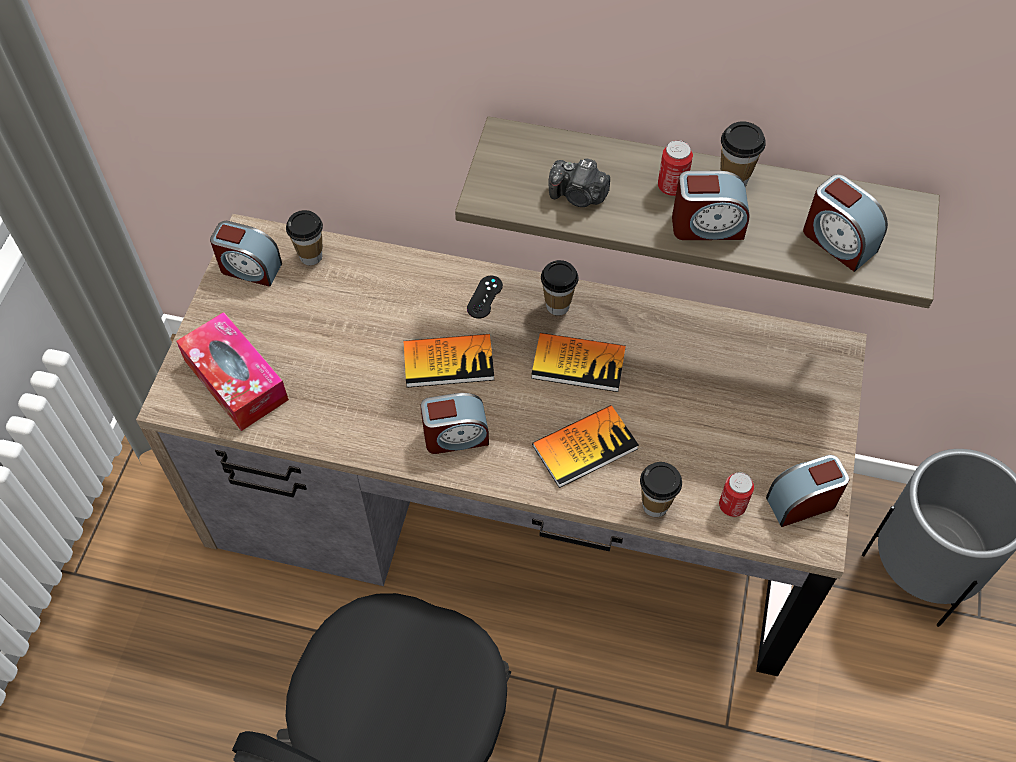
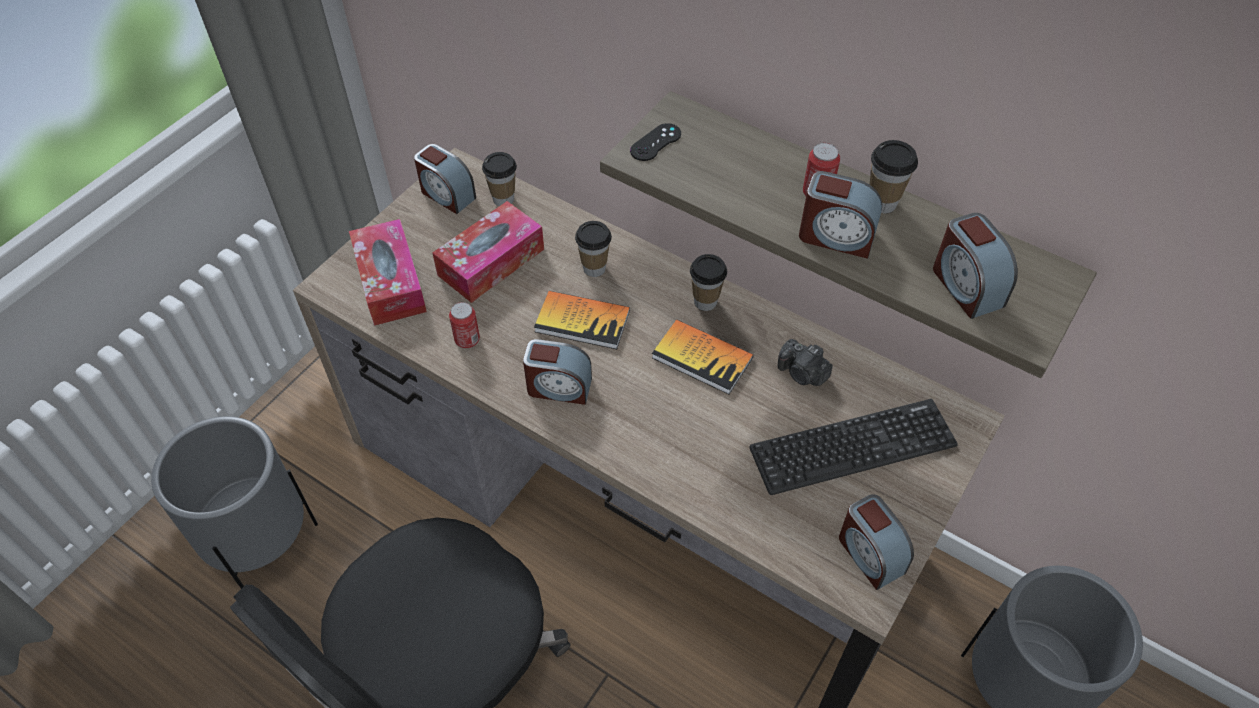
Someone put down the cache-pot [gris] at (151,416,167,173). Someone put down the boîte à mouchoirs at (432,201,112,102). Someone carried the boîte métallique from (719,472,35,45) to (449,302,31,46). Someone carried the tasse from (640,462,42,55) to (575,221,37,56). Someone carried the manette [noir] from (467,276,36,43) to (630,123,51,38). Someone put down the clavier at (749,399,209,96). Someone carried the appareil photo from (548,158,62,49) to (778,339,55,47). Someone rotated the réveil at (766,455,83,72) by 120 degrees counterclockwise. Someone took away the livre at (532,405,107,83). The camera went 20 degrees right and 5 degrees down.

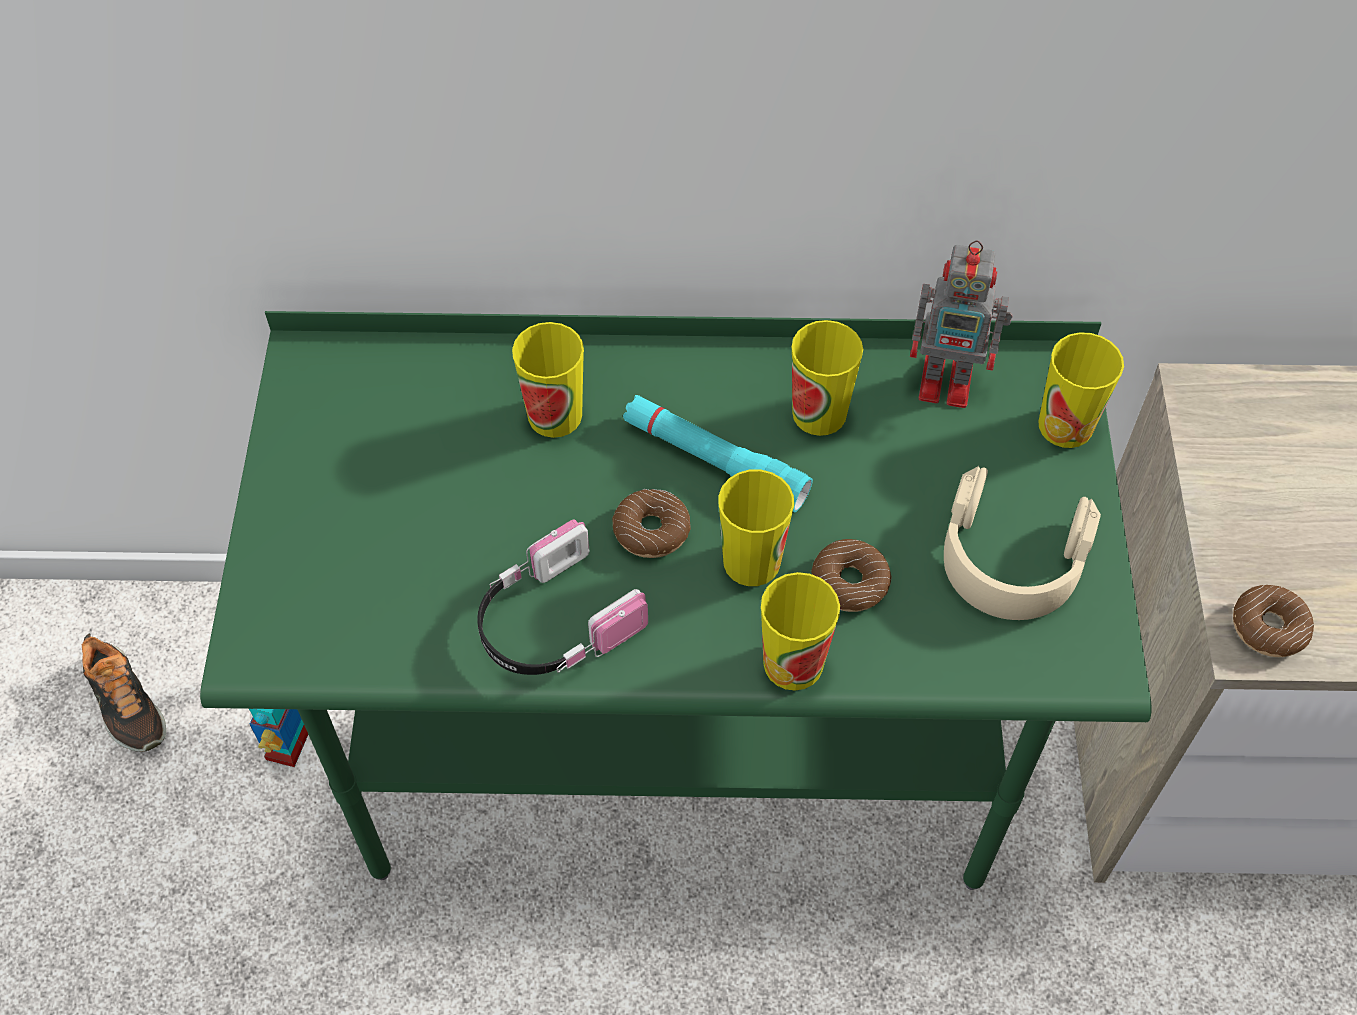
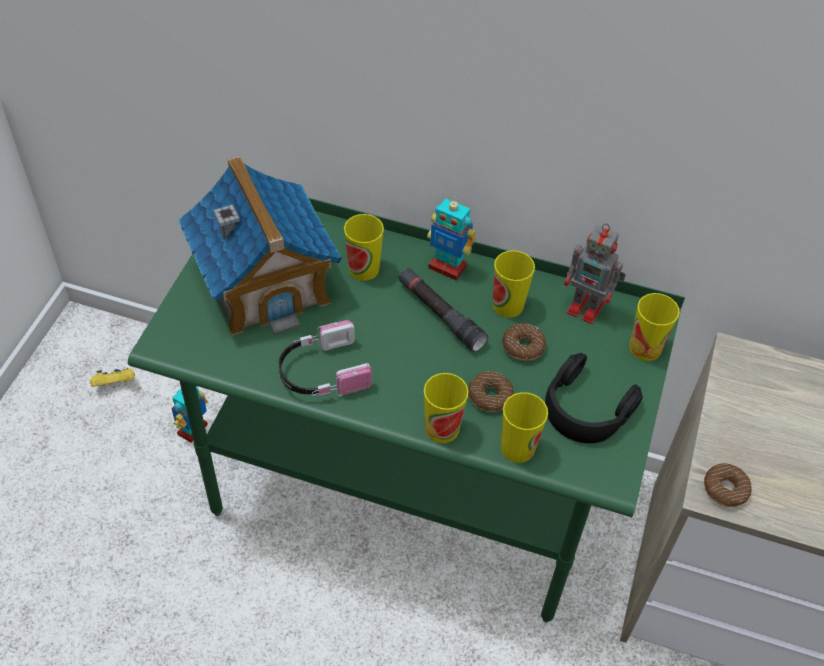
Someone swapped the chaussure at (82,633,84,119) for the manette [jaune] at (90,368,45,19). Someone put down the maison miniature at (178,156,164,180). Someone repainted the lampe de poche [turquoise] at (623,395,190,118), which became the lampe de poche [noir] at (398,268,90,84). Someone put down the robot jouet at (427,196,49,85). Someone carried the tasse from (718,470,76,116) to (501,392,47,71). Someone carried the beignet from (612,489,79,69) to (502,323,44,38). Someone repainted the casque audio [beige] at (944,466,157,154), which became the casque audio [noir] at (545,353,98,90). The camera went 15 degrees right and 5 degrees down.

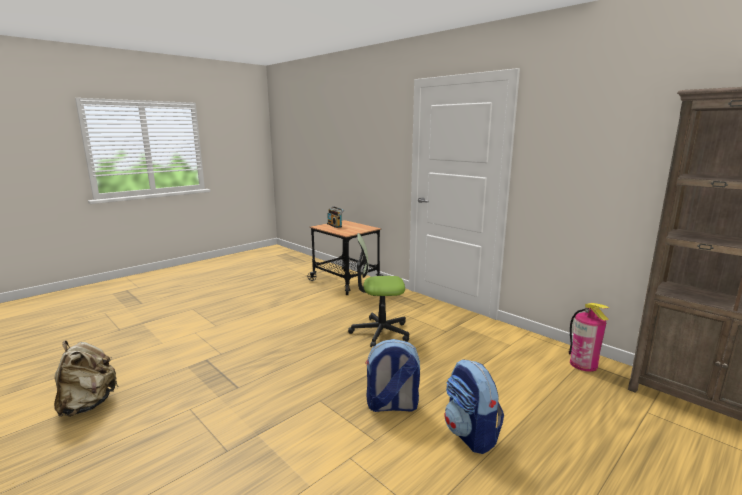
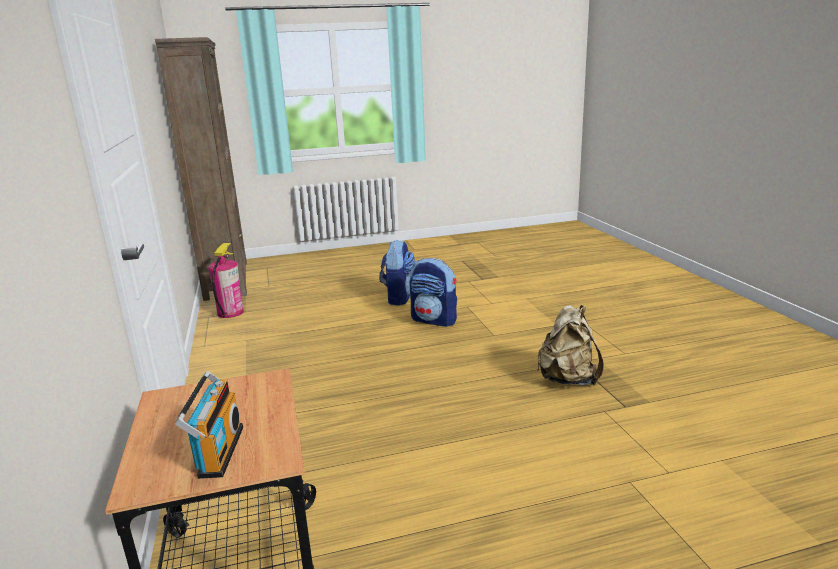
Someone carried the sac à dos [beige] from (54,340,64,77) to (537,305,67,80). Someone took away the chaise de bureau at (348,233,61,114). The camera went 150 degrees left and 5 degrees up.

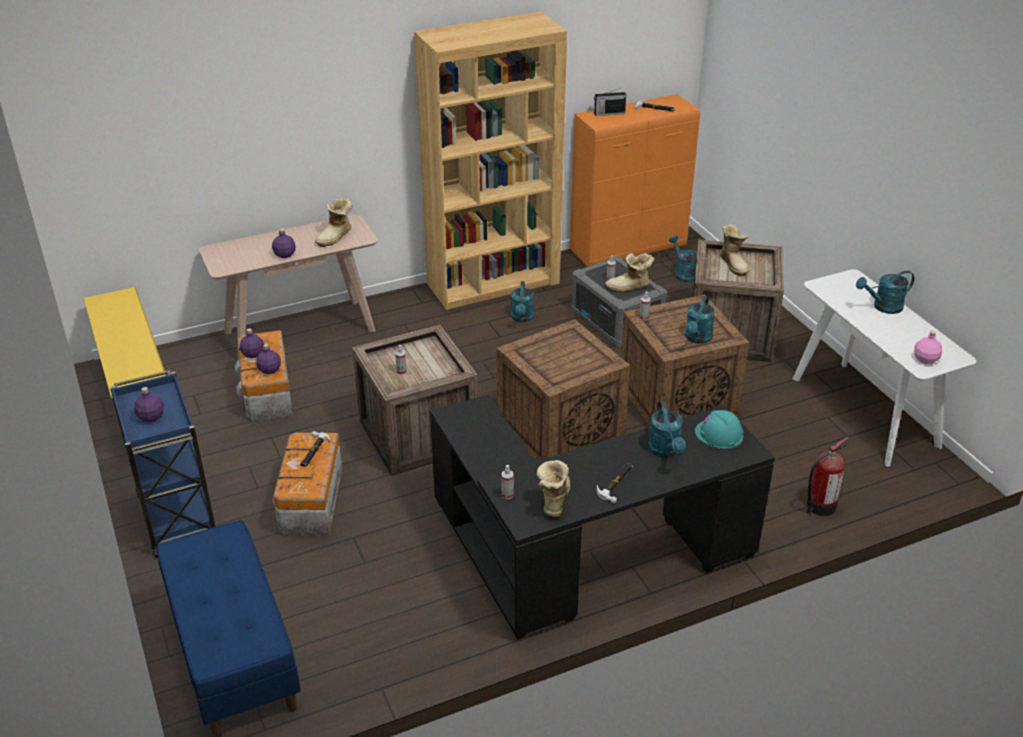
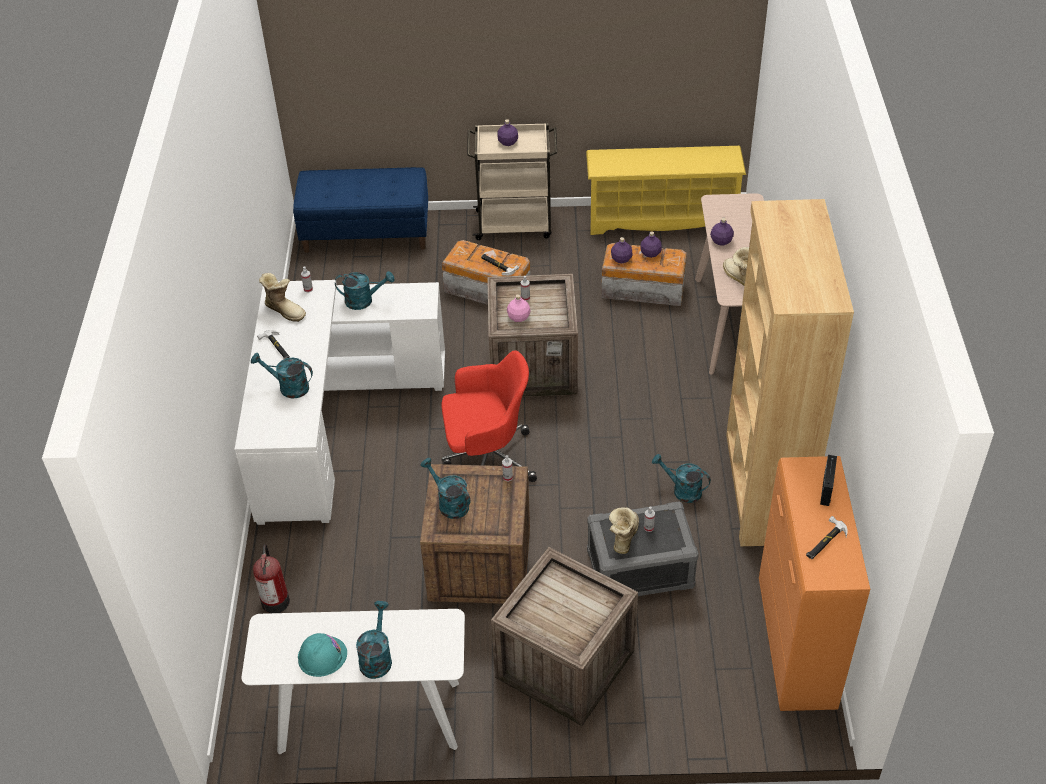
Someone repainted the bureau [noir] at (430,395,345,245), which became the bureau [blanc] at (235,280,210,245). Someone carried the casque de chantier [turquoise] from (695,410,48,39) to (298,633,49,44). Someone carried the arrosoir [turquoise] from (669,236,28,46) to (335,271,60,39). Someone swapped the caisse at (497,319,133,142) for the chaise de bureau [rouge] at (441,351,96,131). Someone repainted the chariot [bleu] at (110,370,106,188), which became the chariot [beige] at (467,123,90,117). Someone carried the bouteille [rose] from (915,331,27,33) to (507,294,24,28). Someone took away the botte at (720,224,30,52). The camera went 115 degrees right and 10 degrees up.

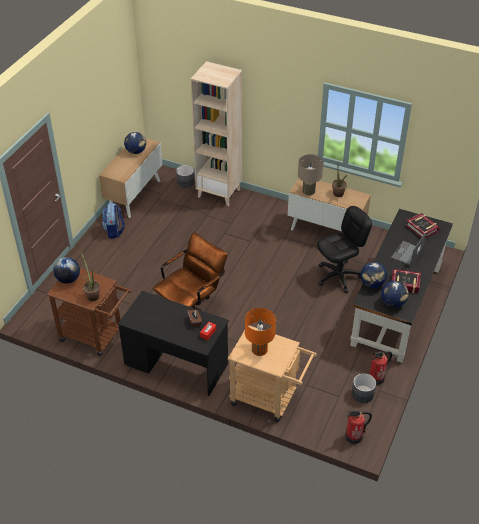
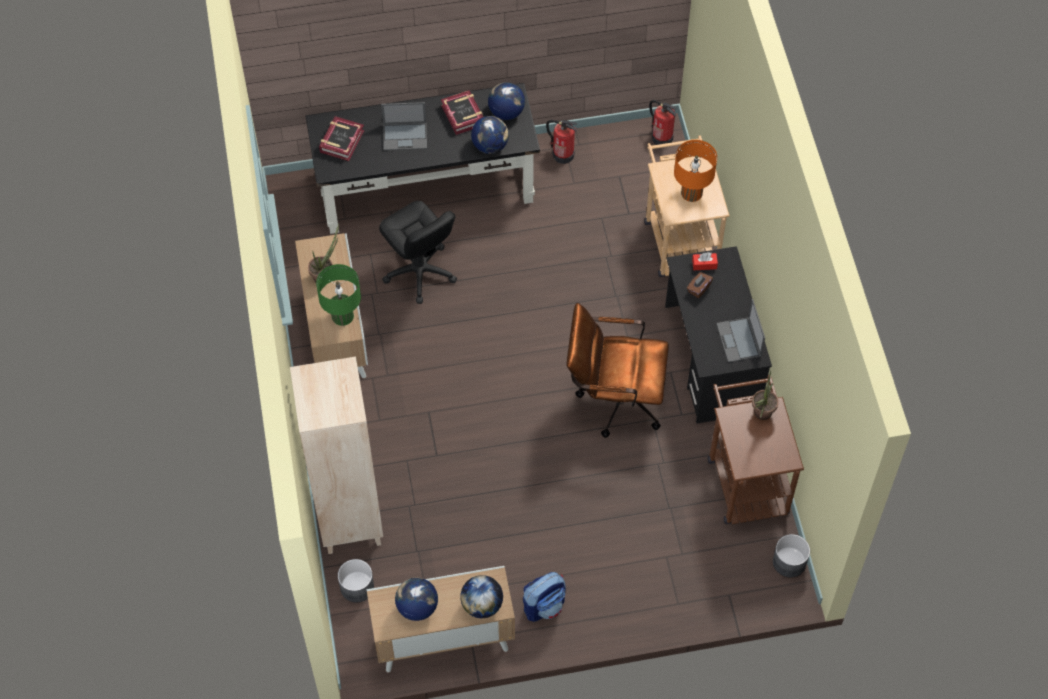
Someone repainted the lampe de table [beige] at (298,154,26,41), which became the lampe de table [vert] at (316,264,45,62). Someone rotated the chaise de bureau [noir] at (317,206,55,87) by 150 degrees counterclockwise. Someone carried the globe from (53,257,27,27) to (460,575,43,43). Someone put down the ordinateur portable at (716,299,49,63). Someone carried the cache-pot [gris] from (352,373,24,30) to (773,534,37,43). The camera went 125 degrees left and 15 degrees up.

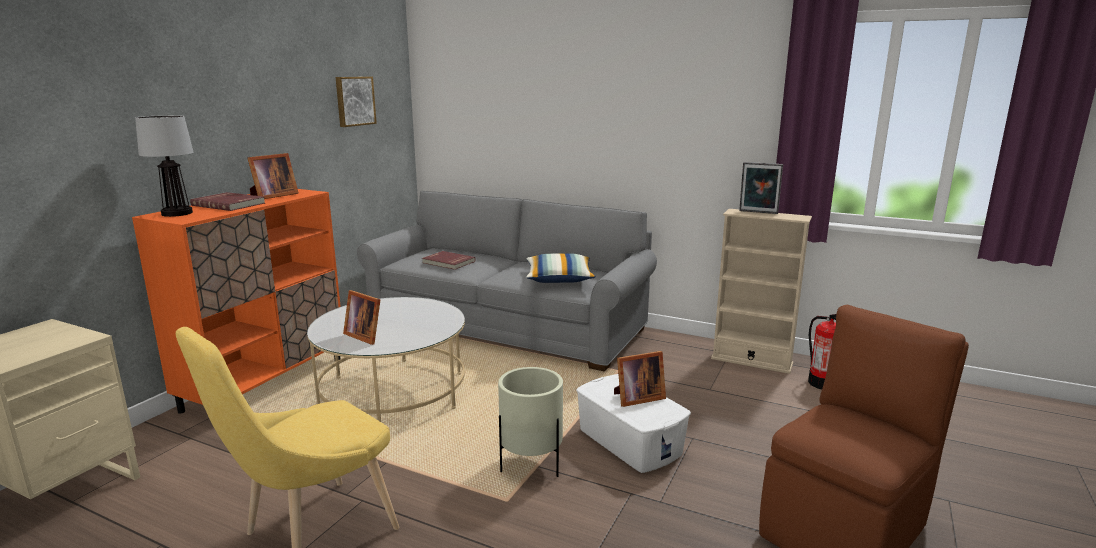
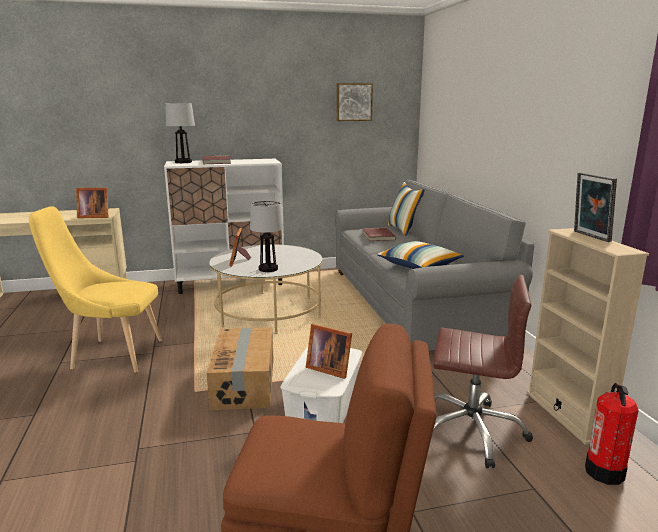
Someone carried the cadre photo from (248,153,51,46) to (76,188,32,30). Someone repainted the meuble de rangement [orange] at (132,189,209,225), which became the meuble de rangement [blanc] at (164,159,120,135). Someone swapped the cache-pot [beige] at (498,367,65,110) for the carton at (206,327,68,83). Someone put down the lampe de table at (250,201,34,71). Someone put down the coussin at (388,182,37,54). Someone put down the chaise de bureau [marron] at (433,275,100,193). The camera went 50 degrees right and 0 degrees up.

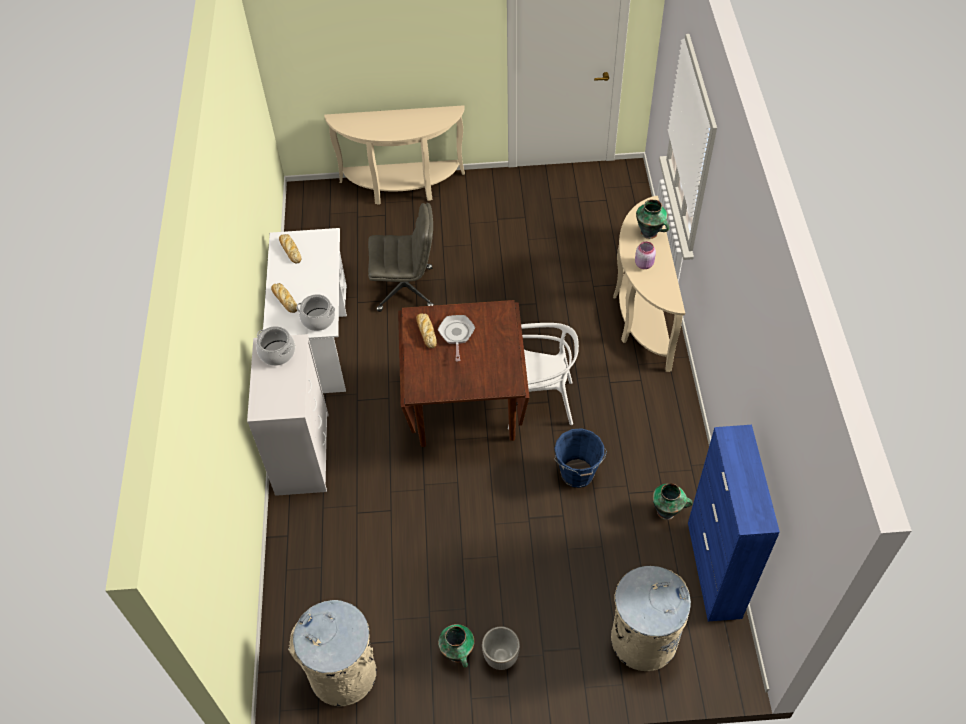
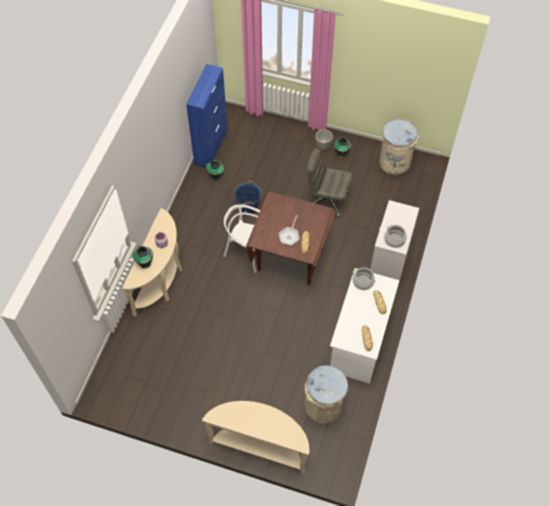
Someone carried the poubelle [beige] from (611,566,80,105) to (305,365,43,58). Someone carried the chaise de bureau [gris] from (368,203,66,109) to (307,148,45,69). The camera went 160 degrees left and 5 degrees up.

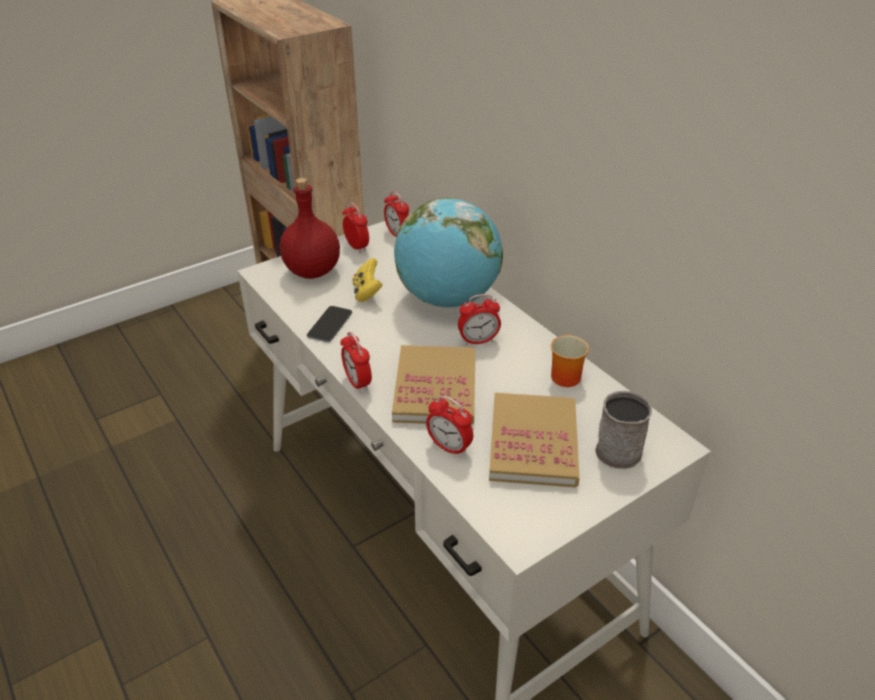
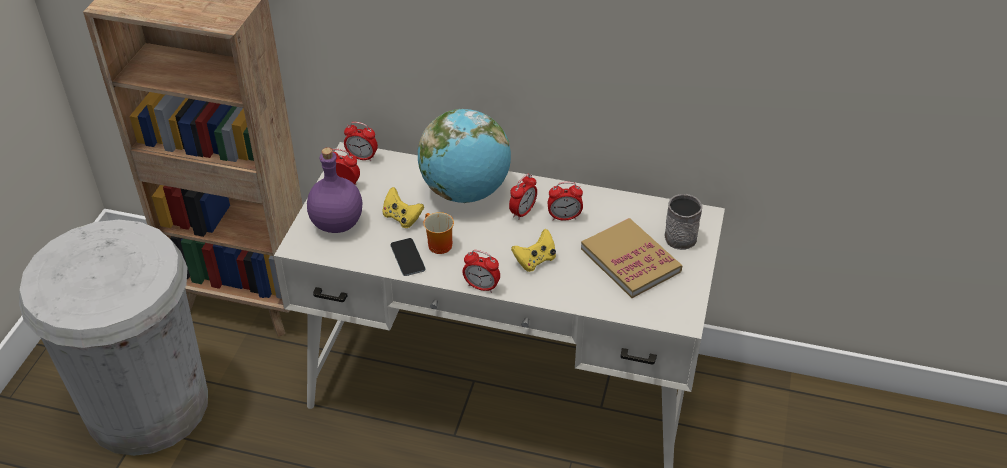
Someone put down the poubelle [blanc] at (19,220,189,236). Someone repainted the bouteille [rouge] at (280,178,60,101), which became the bouteille [violet] at (307,147,55,86). Someone carried the mug from (551,335,38,52) to (424,212,30,42). Someone swapped the livre at (392,345,84,80) for the manette [jaune] at (511,229,45,43). Someone carried the réveil from (426,395,47,62) to (548,182,35,39). The camera went 40 degrees left and 5 degrees up.

